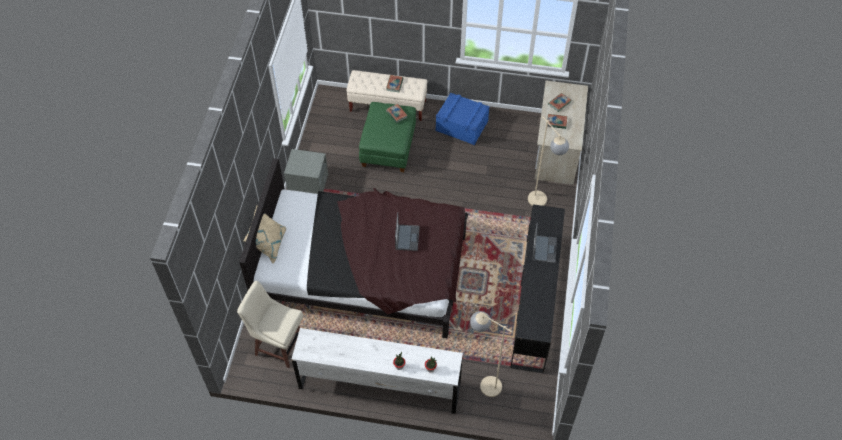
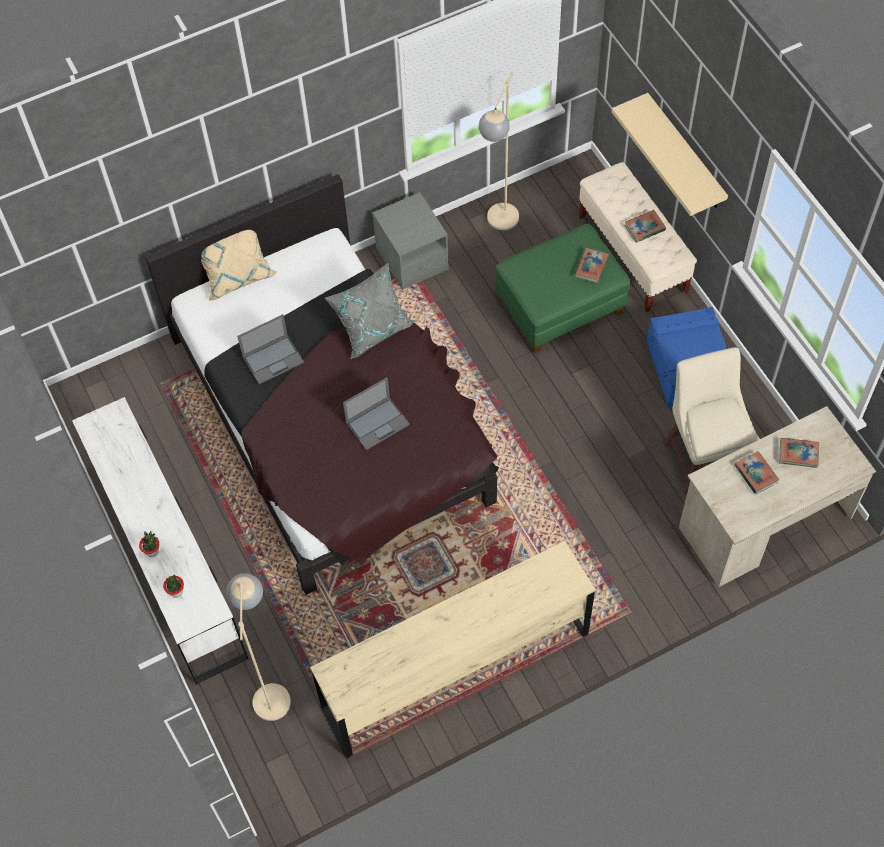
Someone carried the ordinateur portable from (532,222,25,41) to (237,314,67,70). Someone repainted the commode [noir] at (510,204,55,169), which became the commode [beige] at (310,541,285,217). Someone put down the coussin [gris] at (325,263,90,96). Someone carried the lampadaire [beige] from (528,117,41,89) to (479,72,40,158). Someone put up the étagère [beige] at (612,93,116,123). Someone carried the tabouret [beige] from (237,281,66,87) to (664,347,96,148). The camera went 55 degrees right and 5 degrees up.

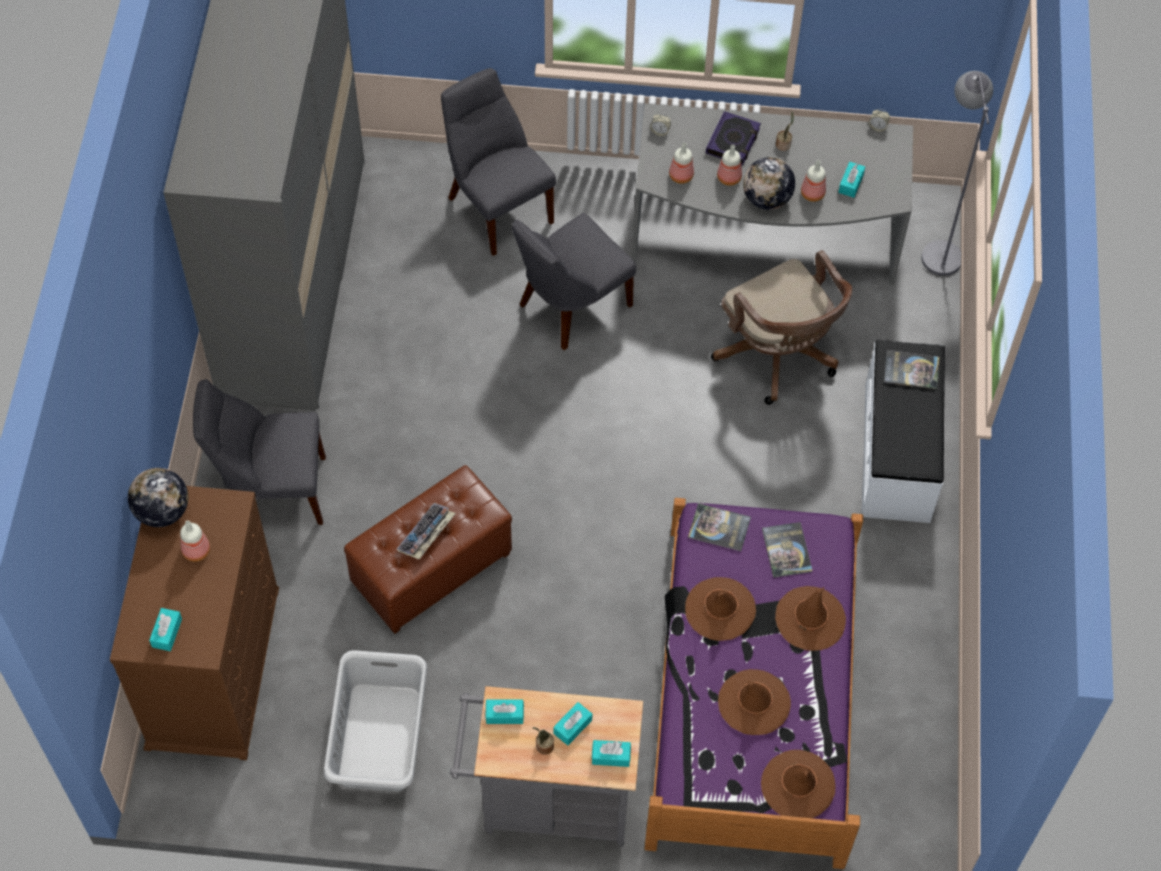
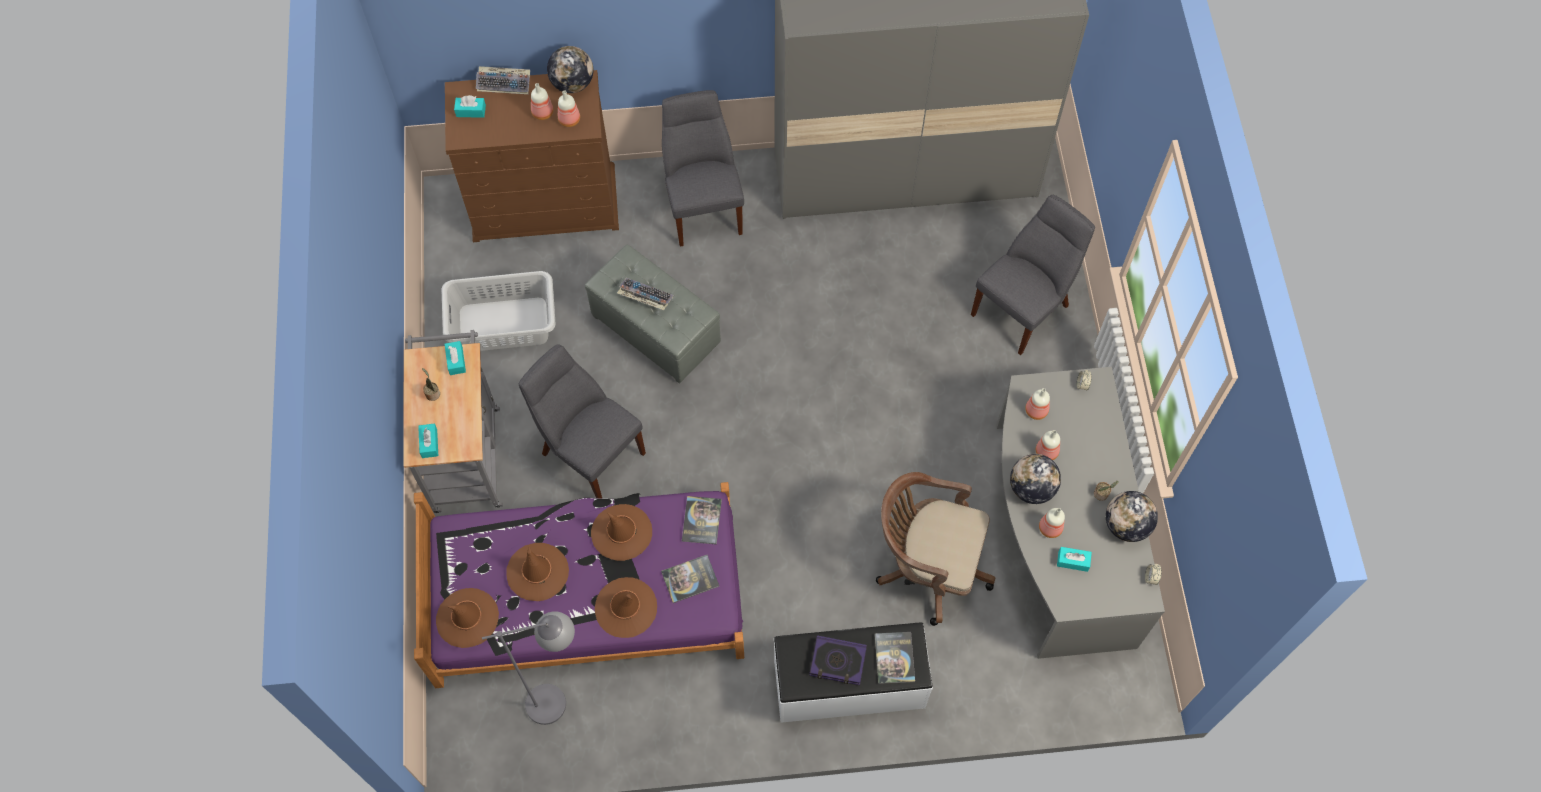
Someone put down the clavier at (475,66,55,28). Someone carried the lampadaire [gris] from (921,71,72,205) to (482,611,93,114). Someone carried the chaise [gris] from (512,213,124,137) to (519,344,127,155). Someone put down the bouteille at (558,90,22,37). Someone repainted the pouf [marron] at (344,465,168,169), which became the pouf [gris] at (585,245,136,139). Someone carried the livre from (706,111,55,55) to (810,635,57,50). Someone rotated the chaise de bureau [marron] at (711,250,141,155) by 60 degrees clockwise. Someone put down the globe at (1106,491,52,51). Someone took away the boîte à mouchoirs [turquoise] at (553,702,39,43). The camera went 80 degrees right and 5 degrees up.

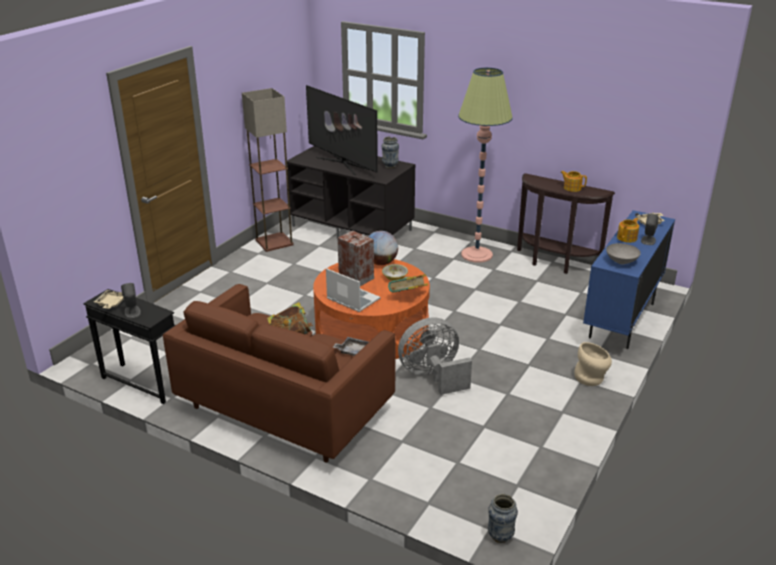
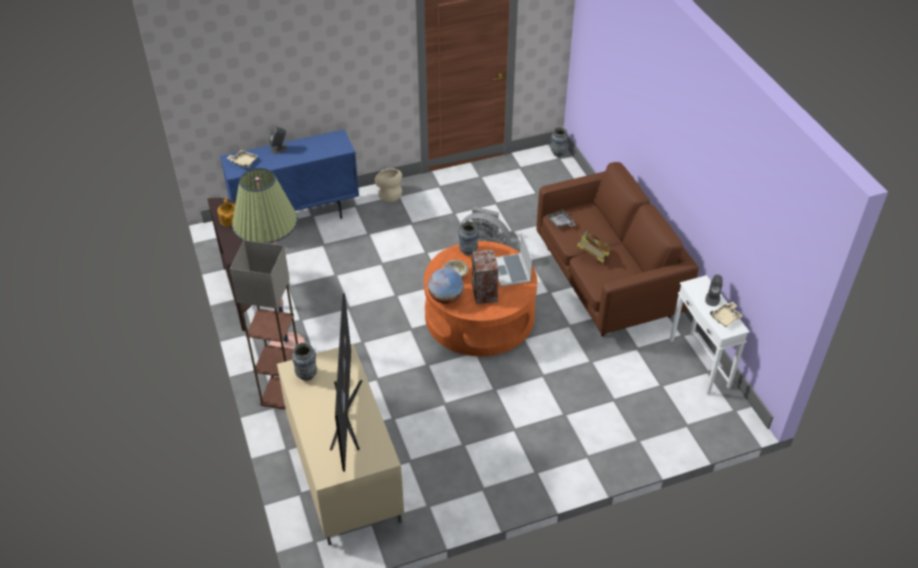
Someone carried the lampadaire from (242,88,51,164) to (229,240,69,170). Someone repainted the meuble télé [noir] at (287,146,128,93), which became the meuble télé [beige] at (277,344,127,201). Someone swapped the livre at (388,274,40,19) for the vase at (458,221,21,34). Someone repainted the table d'appoint [noir] at (83,289,92,115), which became the table d'appoint [blanc] at (670,275,79,120). Someone took away the bol [gris] at (606,243,35,21). Someone took away the théière at (617,218,22,25). The camera went 140 degrees left and 15 degrees up.

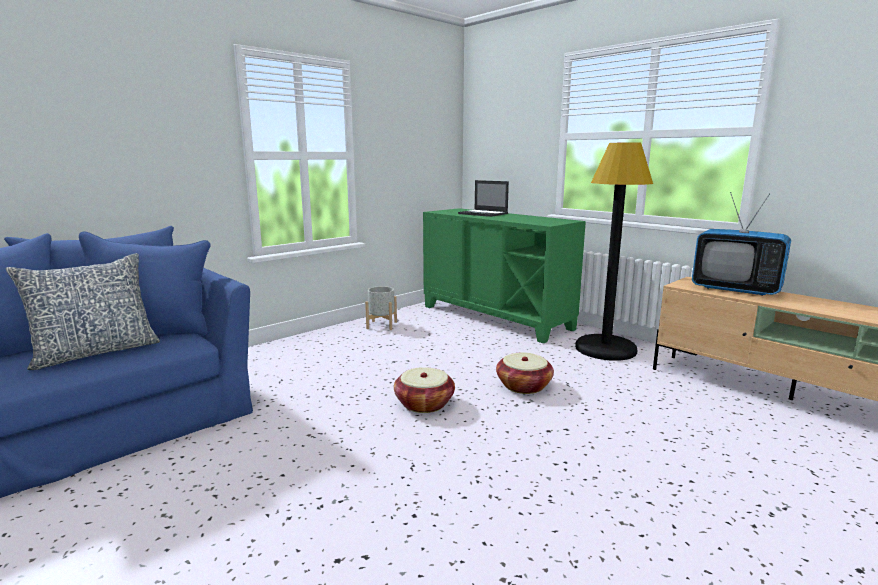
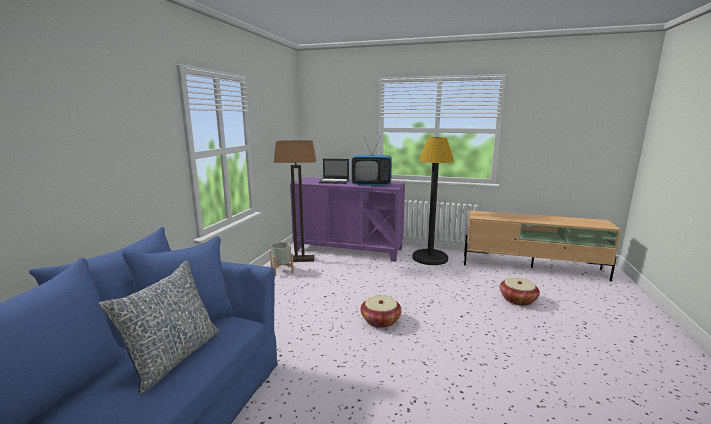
Someone put down the lampadaire at (274,140,42,122). Someone repainted the meuble de rangement [vert] at (423,208,163,135), which became the meuble de rangement [violet] at (290,177,115,85). Someone carried the téléviseur from (692,192,99,104) to (351,140,41,46). Someone carried the panier from (496,352,58,42) to (500,277,40,29). The camera went 30 degrees left and 0 degrees up.

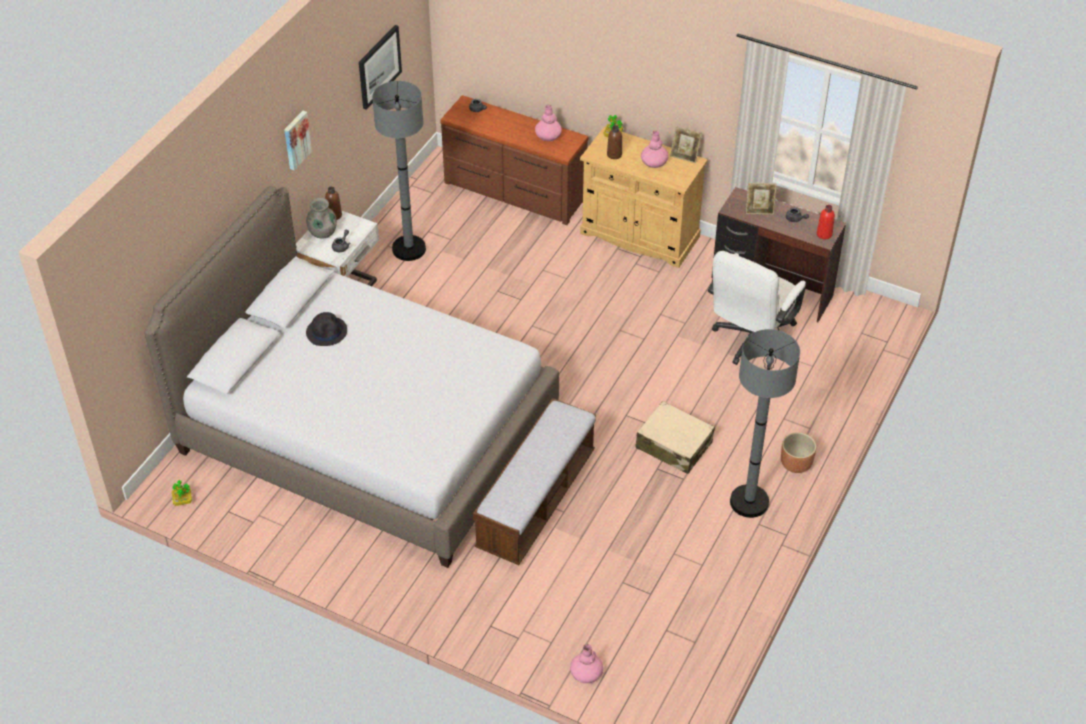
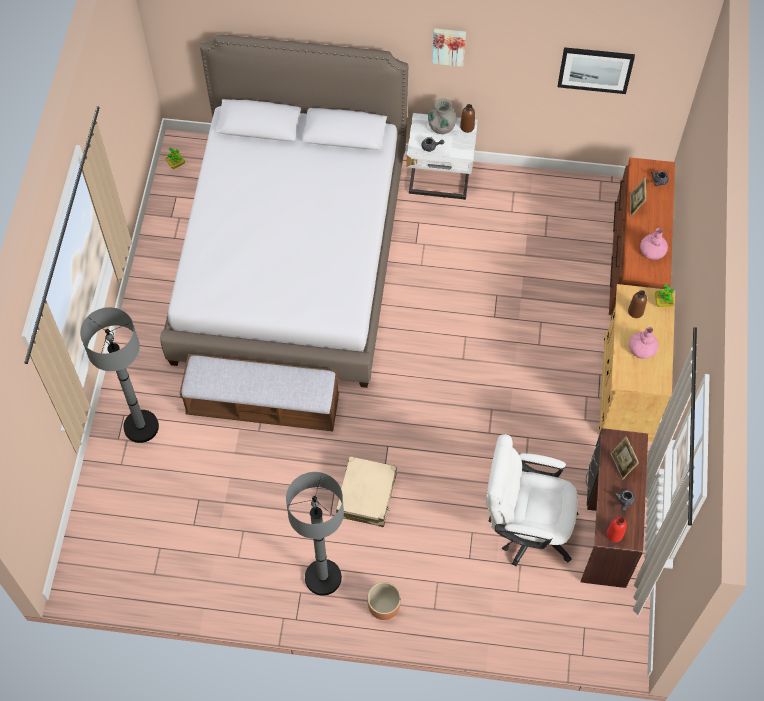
Someone carried the lampadaire [gris] from (372,81,54,180) to (80,307,79,136). Someone carried the cadre photo from (670,126,32,37) to (630,178,16,39). Someone took away the chapeau [noir] at (306,312,41,34). Someone took away the vase [rose] at (570,644,34,39). The camera went 70 degrees right and 15 degrees up.

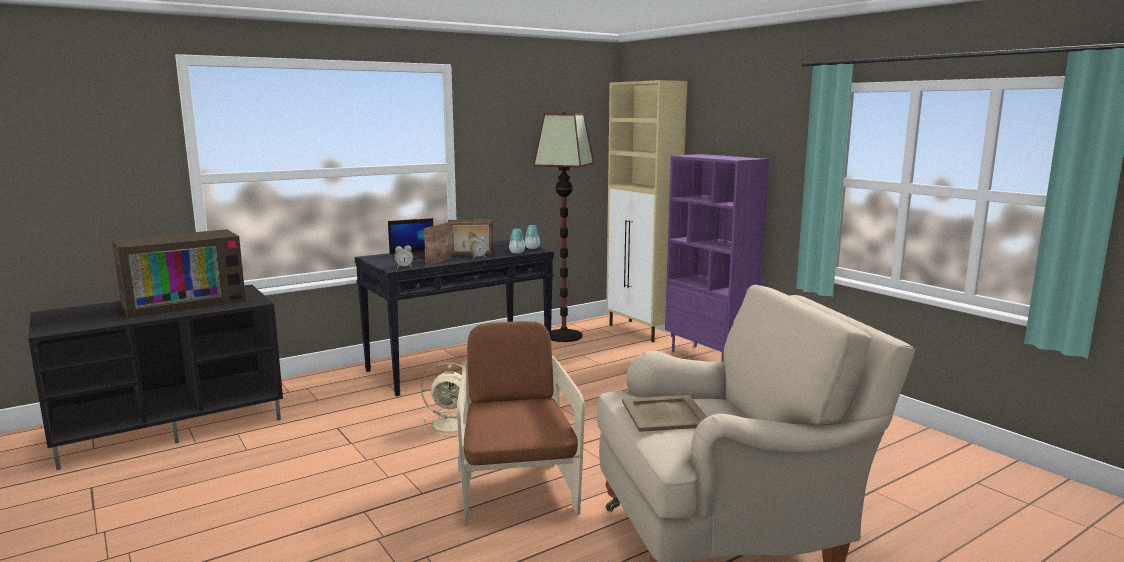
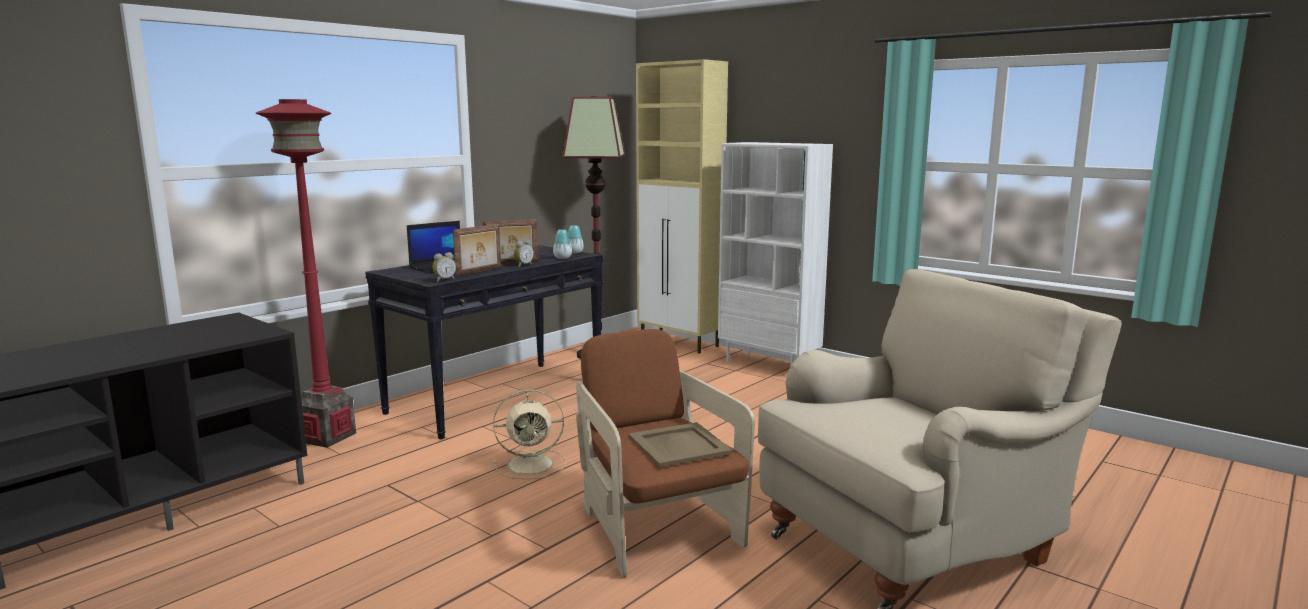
Someone put down the lampadaire [rouge] at (256,99,100,349). Someone rotated the cadre photo at (424,222,28,44) by 150 degrees counterclockwise. Someone carried the plateau [beige] from (622,395,85,37) to (629,422,104,45). Someone repainted the bibliothèque [violet] at (665,154,104,207), which became the bibliothèque [blanc] at (718,142,115,222). Someone took away the téléviseur at (112,229,134,89). The camera went 15 degrees left and 0 degrees up.

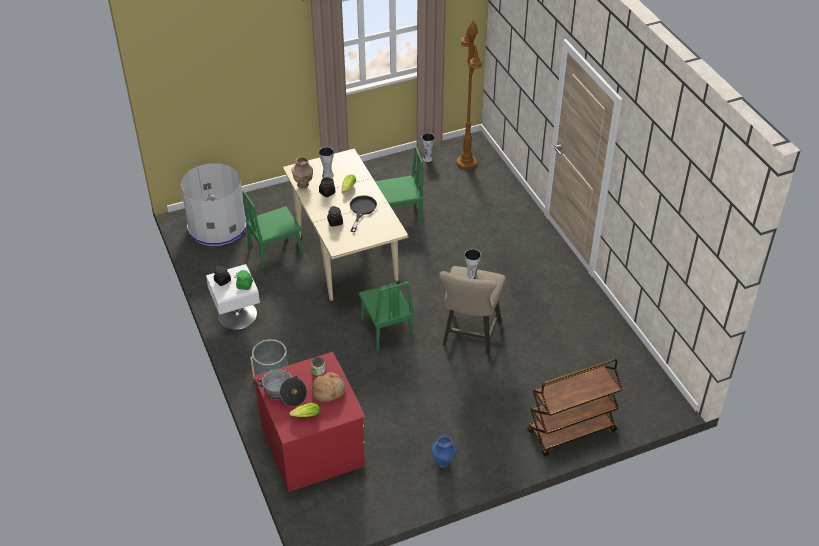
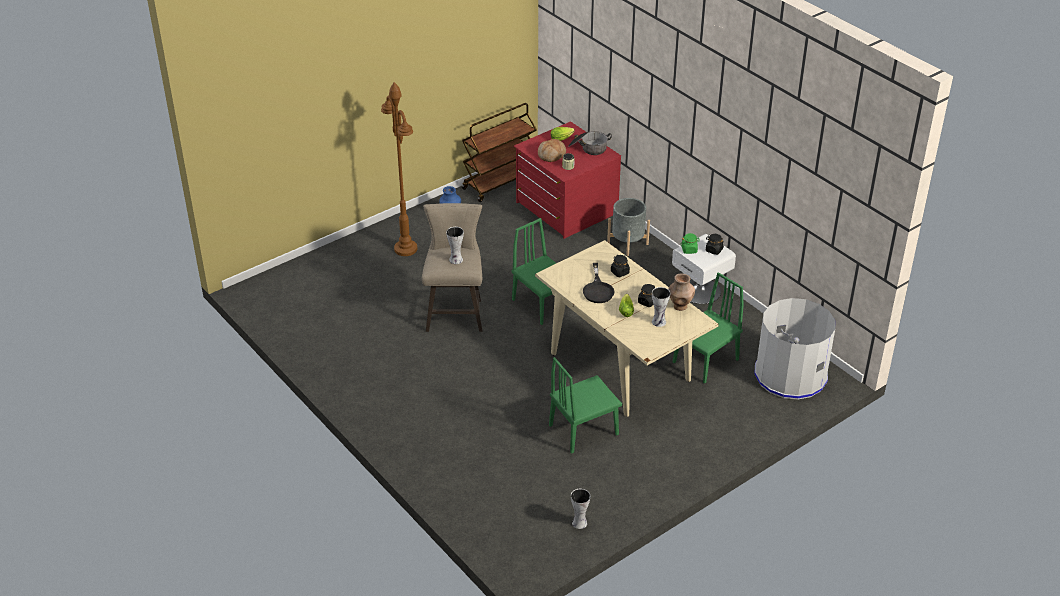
Someone carried the lampadaire [marron] from (457,21,26,148) to (381,82,36,174). Someone carried the chariot [marron] from (527,359,96,97) to (462,103,75,99). The camera went 165 degrees right and 5 degrees down.

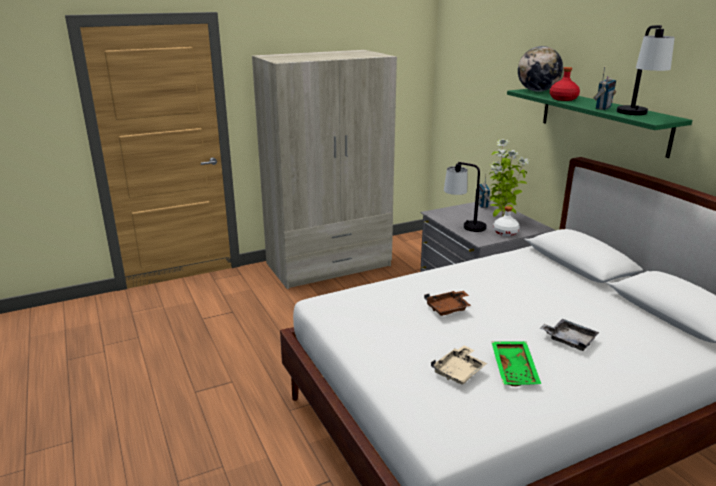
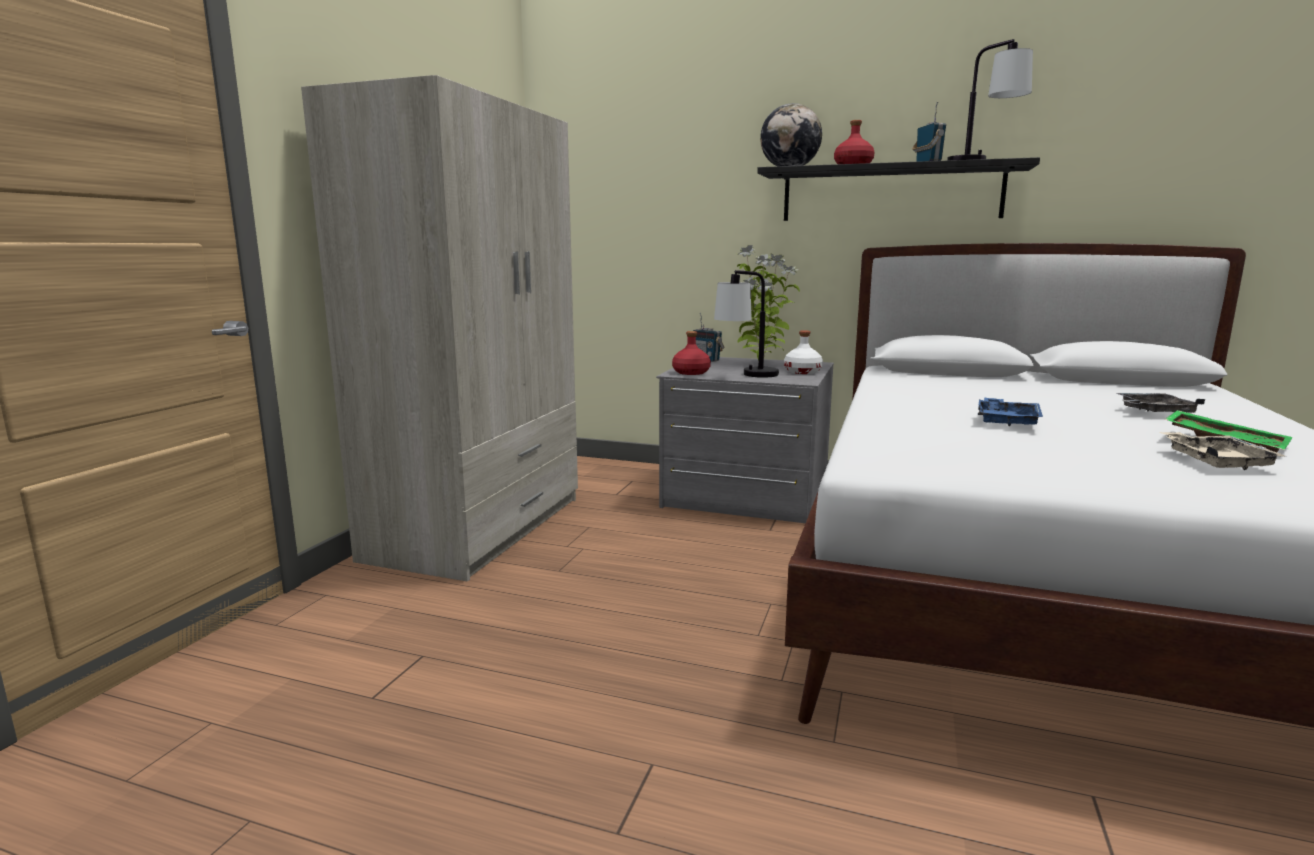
Someone put down the bouteille [rouge] at (672,331,39,44). Someone repainted the étagère [vert] at (507,89,185,69), which became the étagère [noir] at (757,157,283,64). Someone repainted the plateau [marron] at (424,291,47,25), which became the plateau [bleu] at (978,397,65,29). The camera went 45 degrees left and 10 degrees down.

